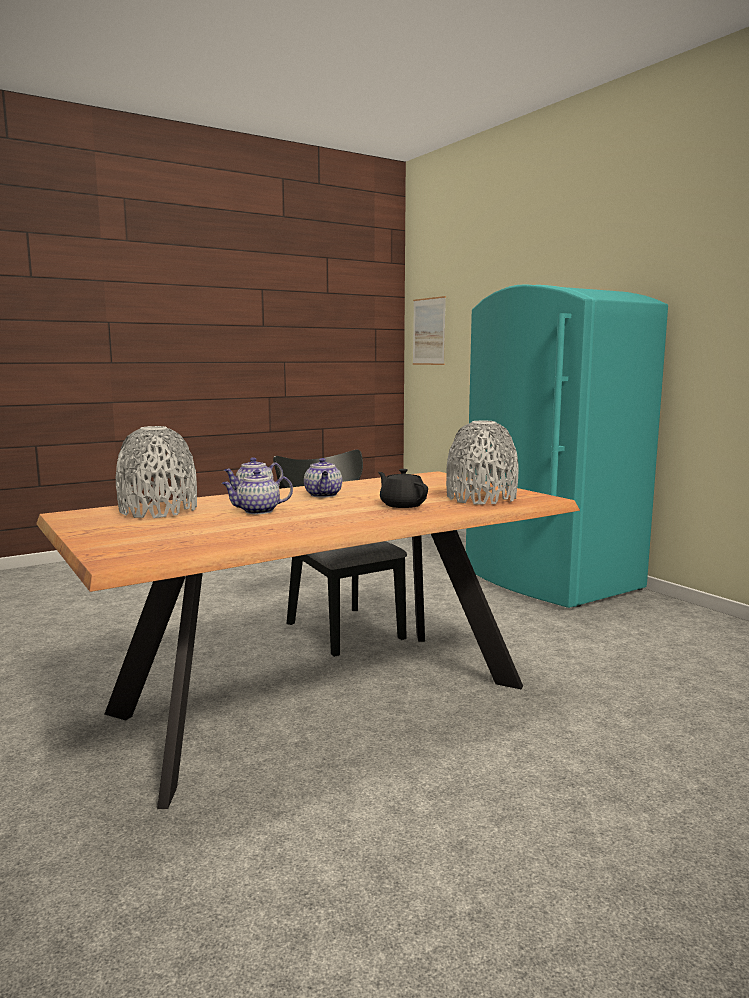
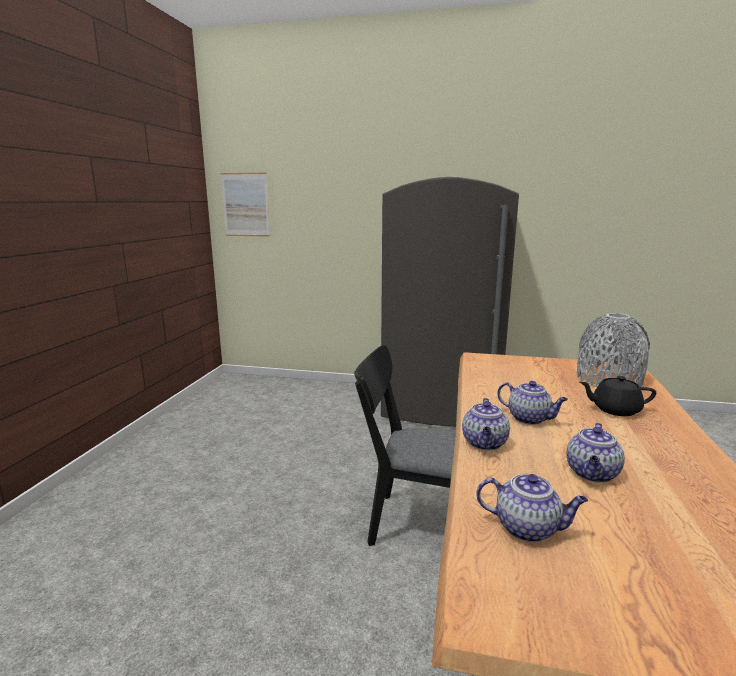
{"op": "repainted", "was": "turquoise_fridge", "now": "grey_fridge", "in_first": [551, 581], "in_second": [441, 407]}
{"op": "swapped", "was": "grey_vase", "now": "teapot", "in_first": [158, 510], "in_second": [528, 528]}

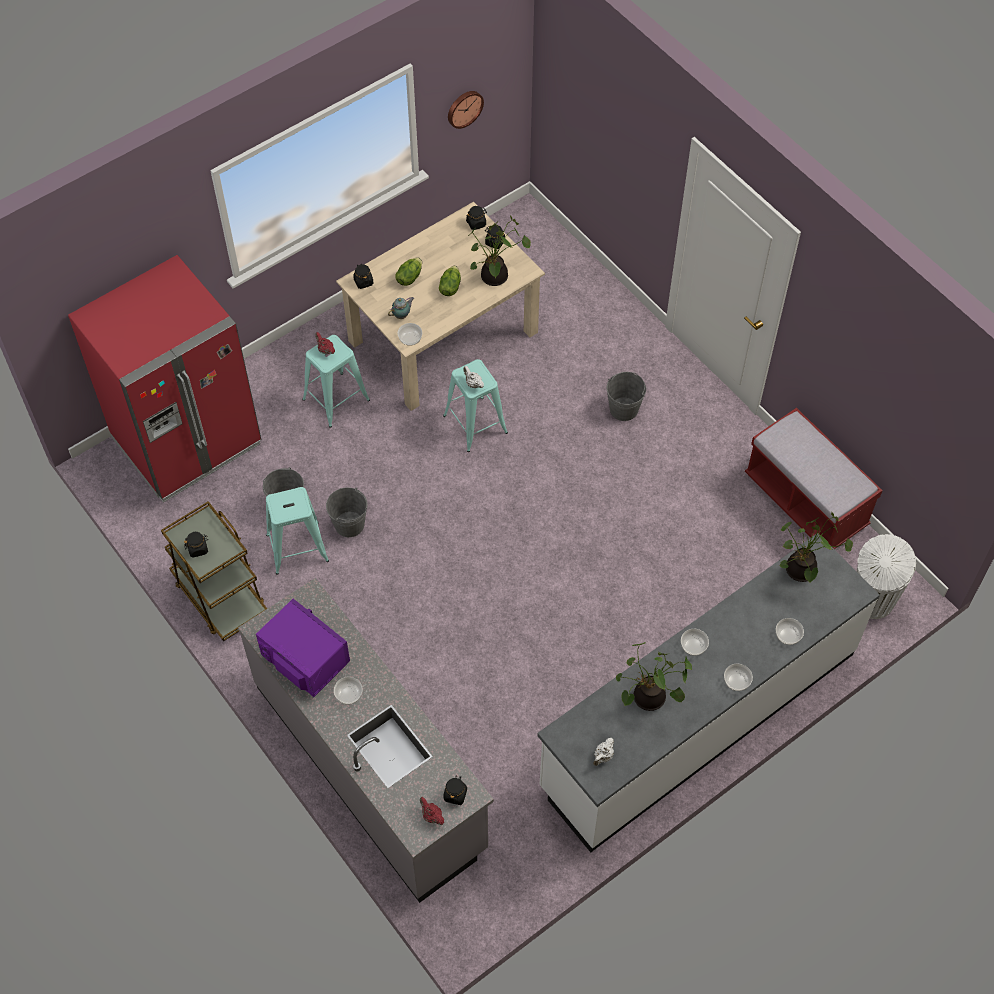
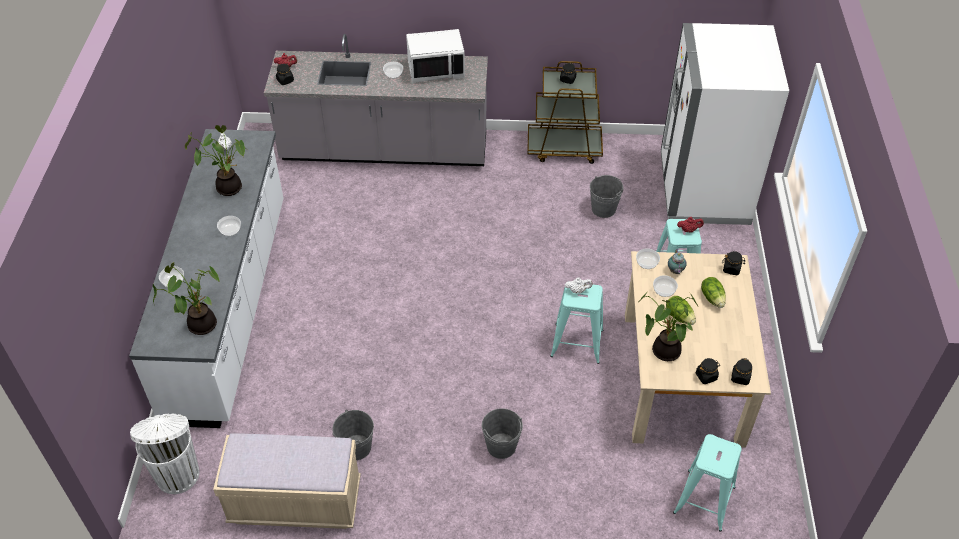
{"op": "gone", "was": "wall_clock", "in_first": [464, 108]}
{"op": "repainted", "was": "red_fridge", "now": "white_fridge", "in_first": [187, 442], "in_second": [703, 190]}
{"op": "repainted", "was": "red_bench", "now": "beige_bench", "in_first": [805, 501], "in_second": [295, 502]}
{"op": "shifted", "was": "turquoise_stool", "in_first": [297, 548], "in_second": [704, 500]}
{"op": "shifted", "was": "grey_bucket", "in_first": [349, 524], "in_second": [356, 447]}
{"op": "repainted", "was": "purple_microwave", "now": "white_microwave", "in_first": [304, 659], "in_second": [436, 69]}
{"op": "shifted", "was": "bowl", "in_first": [736, 681], "in_second": [664, 290]}

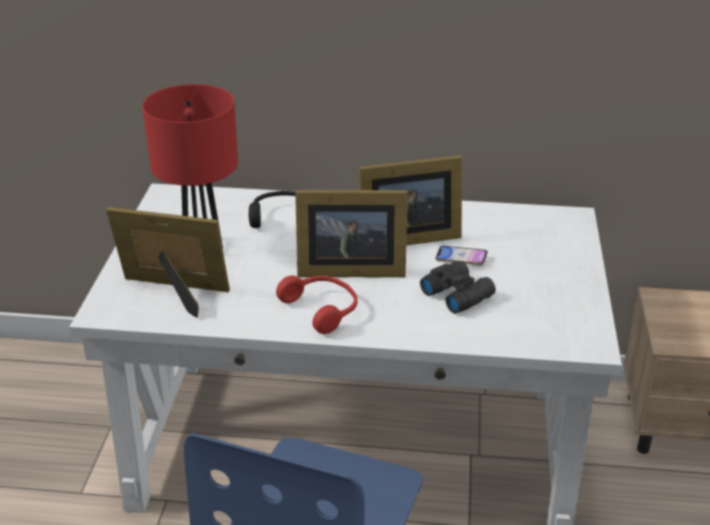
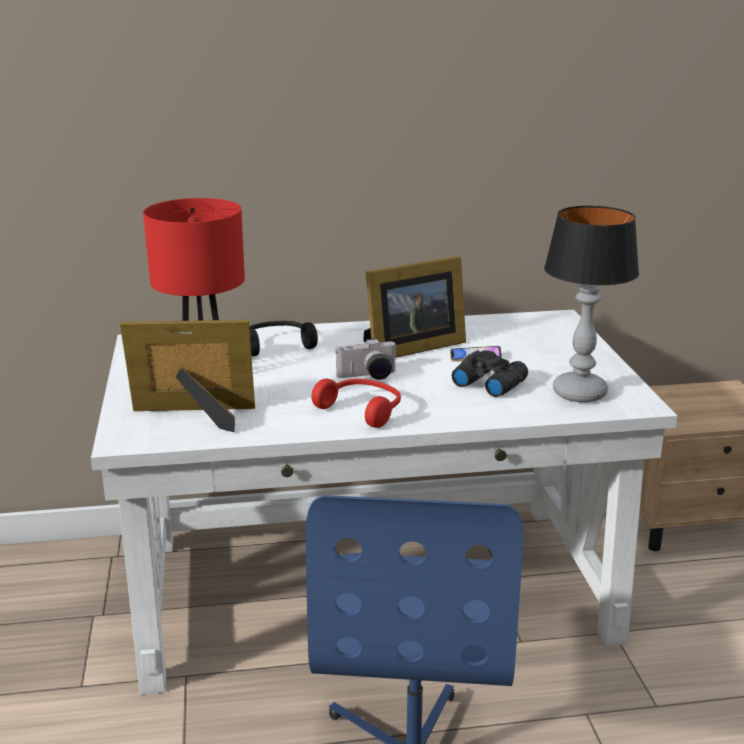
{"op": "swapped", "was": "picture_frame", "now": "photo_camera", "in_first": [347, 268], "in_second": [368, 376]}
{"op": "new", "now": "table_lamp", "in_second": [580, 392]}

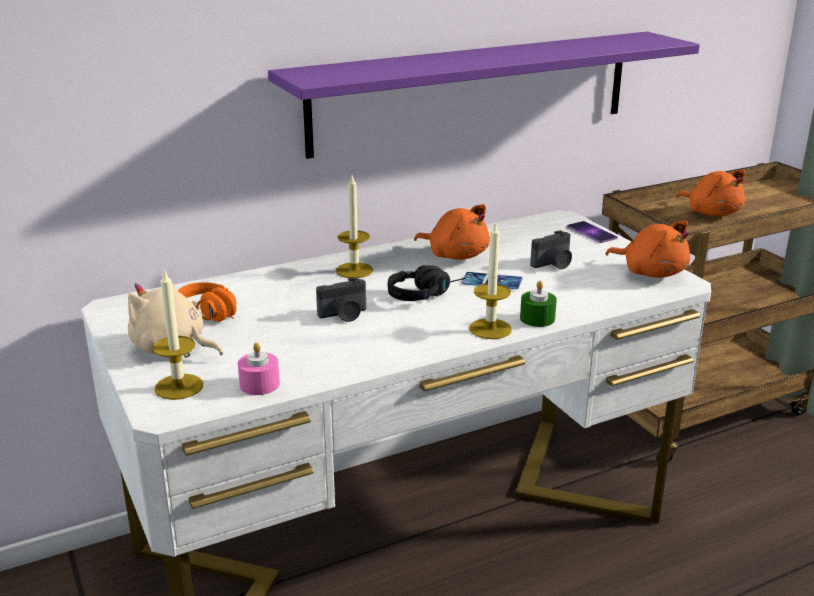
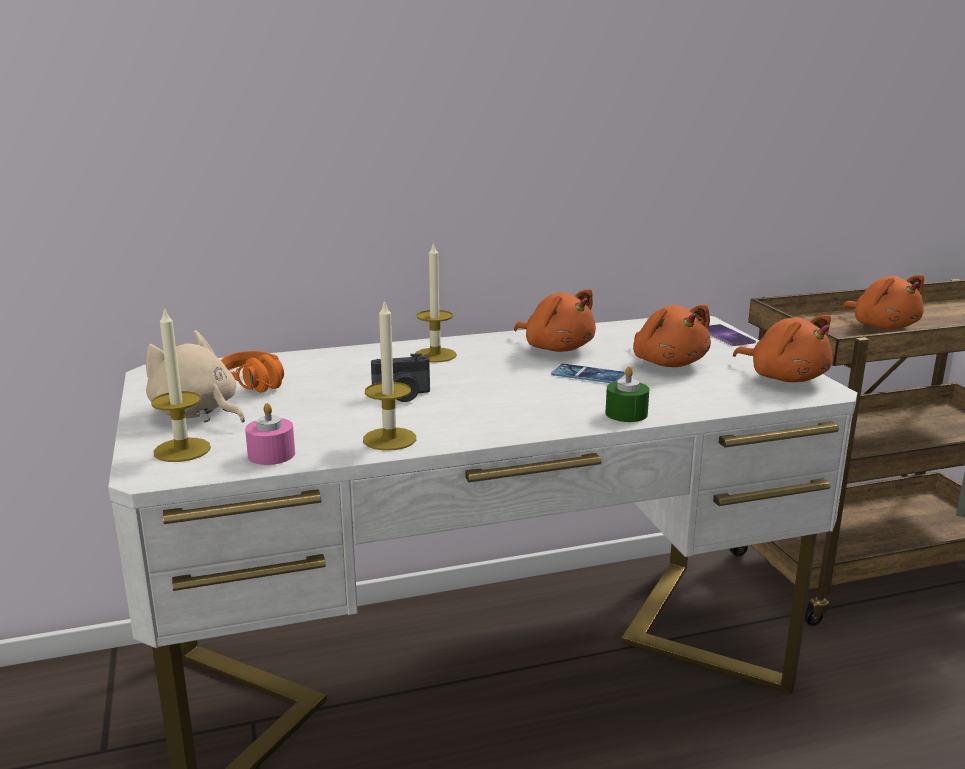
{"op": "gone", "was": "purple_shelf", "in_first": [474, 92]}
{"op": "shifted", "was": "candle", "in_first": [490, 329], "in_second": [389, 439]}
{"op": "swapped", "was": "photo_camera", "now": "orange_plush_toy", "in_first": [553, 264], "in_second": [668, 363]}
{"op": "gone", "was": "black_headphones", "in_first": [425, 294]}

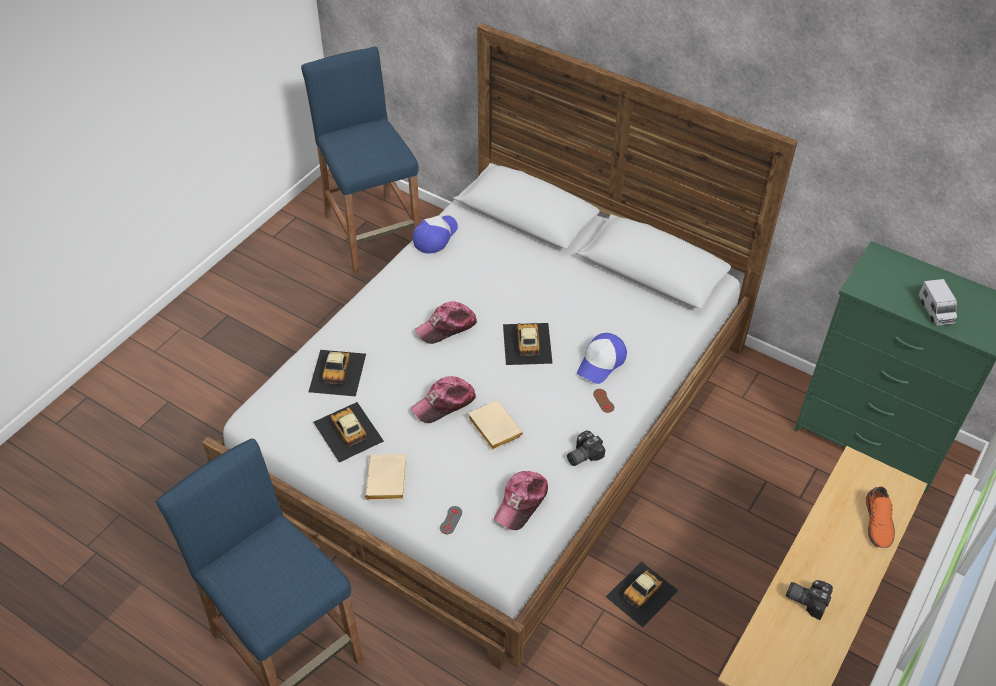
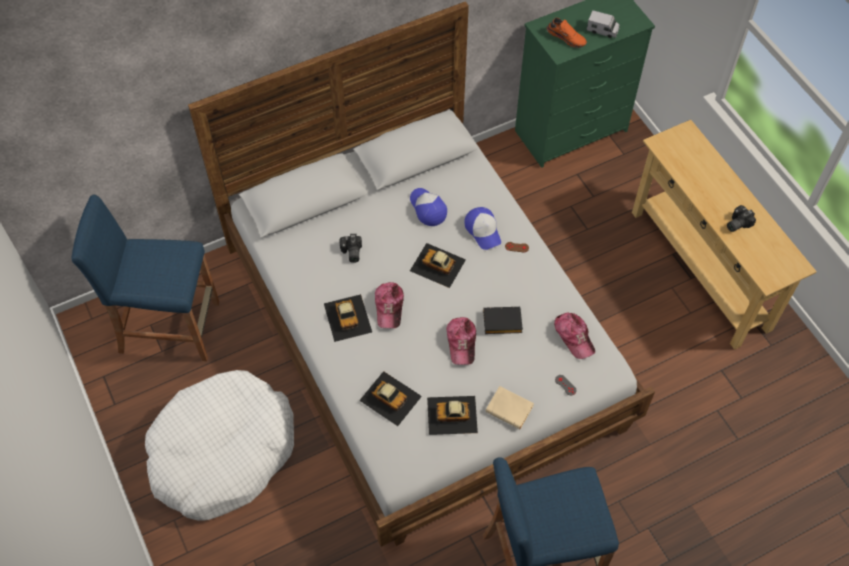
{"op": "shifted", "was": "cap", "in_first": [435, 236], "in_second": [427, 209]}
{"op": "repainted", "was": "beige_book", "now": "black_book", "in_first": [492, 428], "in_second": [501, 323]}
{"op": "shifted", "was": "photo_camera", "in_first": [582, 454], "in_second": [351, 252]}
{"op": "shifted", "was": "orange_shoe", "in_first": [879, 522], "in_second": [566, 37]}
{"op": "shifted", "was": "toy_car", "in_first": [642, 593], "in_second": [348, 317]}
{"op": "new", "now": "white_dog_bed", "in_second": [222, 452]}

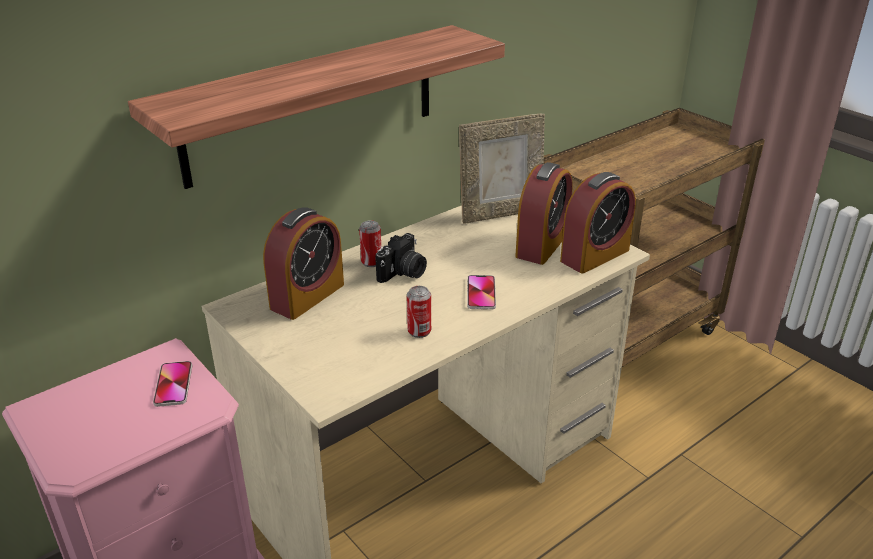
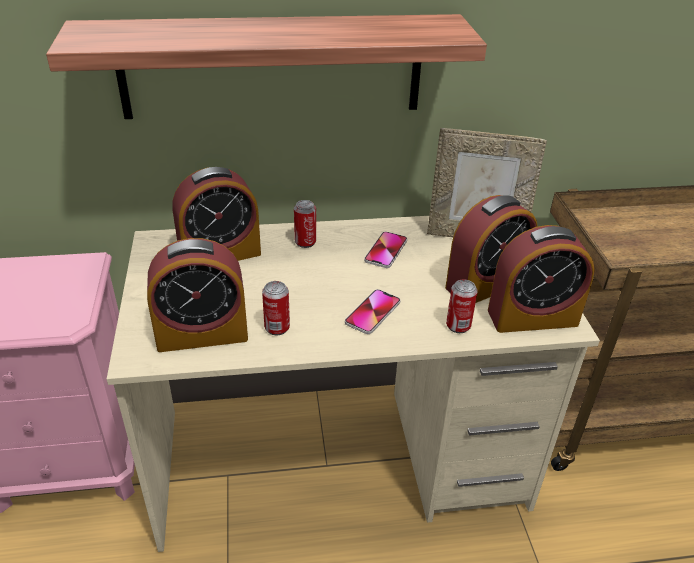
{"op": "gone", "was": "photo_camera", "in_first": [403, 273]}
{"op": "shifted", "was": "phone", "in_first": [173, 385], "in_second": [386, 251]}
{"op": "new", "now": "alarm_clock", "in_second": [202, 334]}
{"op": "new", "now": "can", "in_second": [458, 326]}

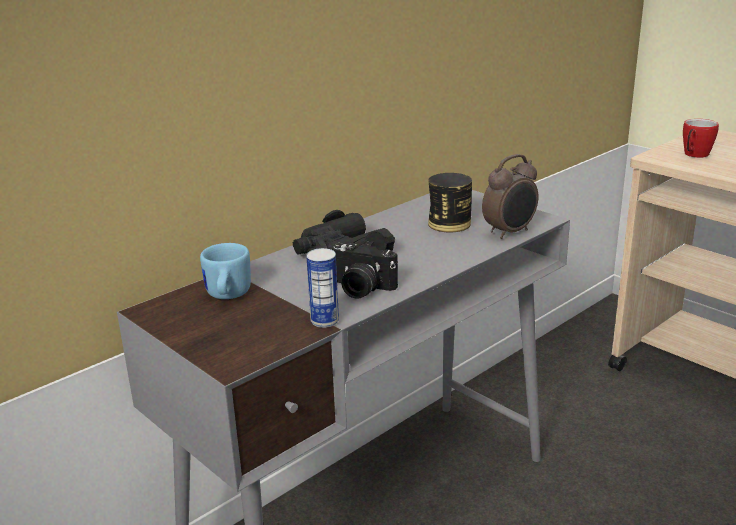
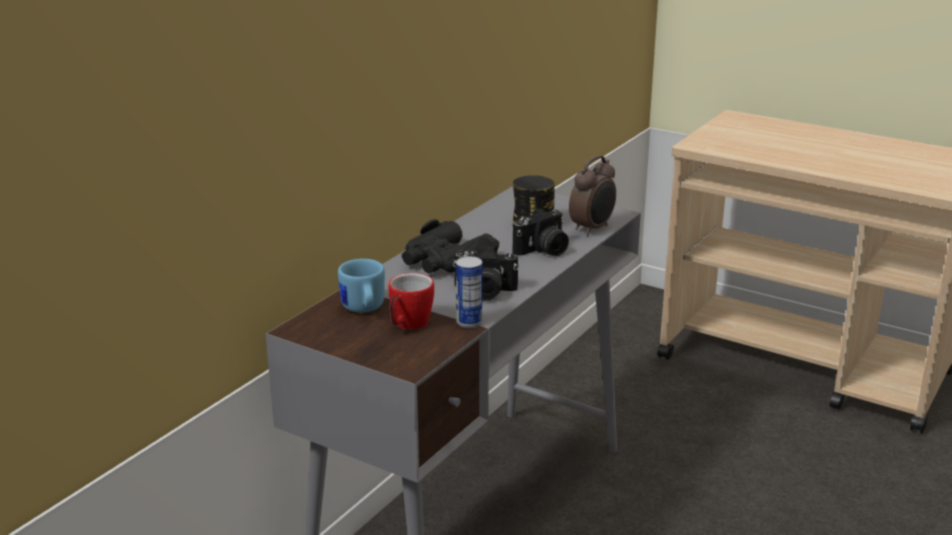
{"op": "shifted", "was": "mug", "in_first": [694, 155], "in_second": [408, 325]}
{"op": "new", "now": "photo_camera", "in_second": [543, 251]}

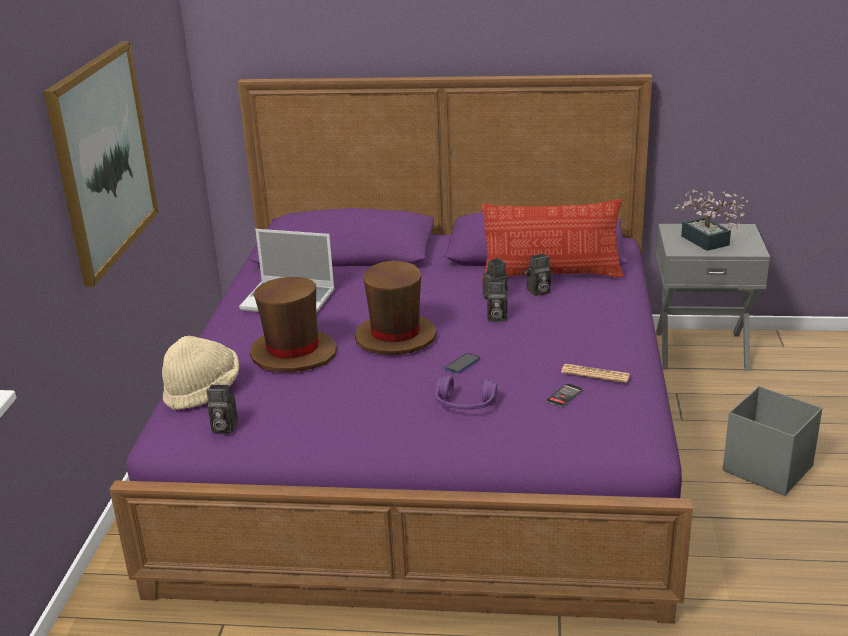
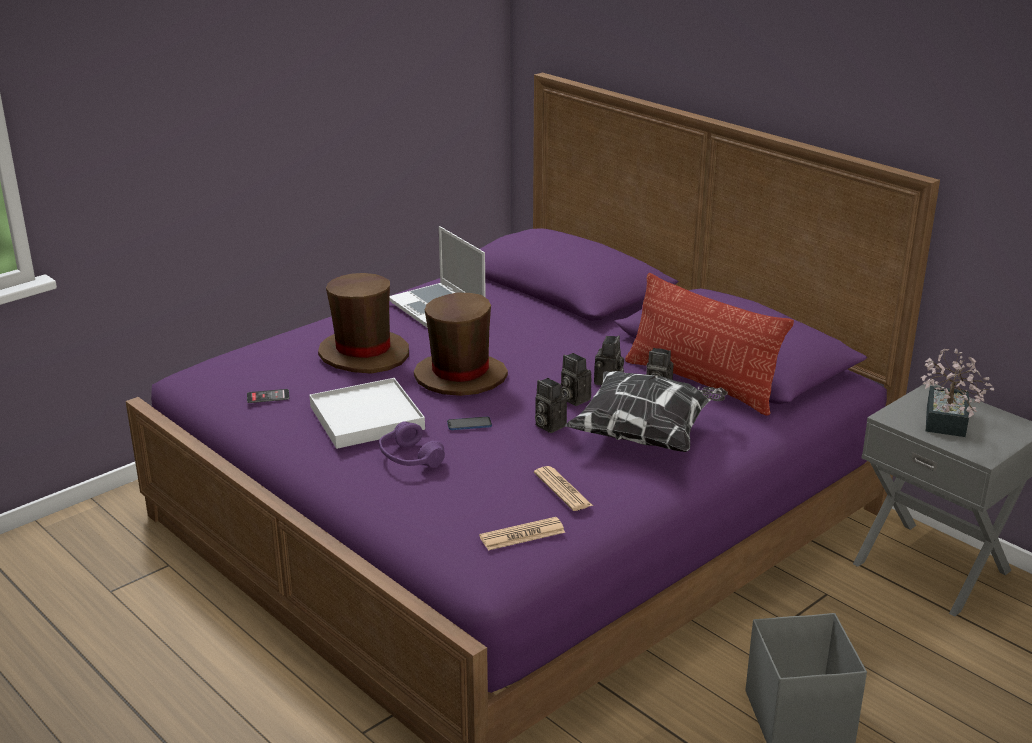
{"op": "gone", "was": "picture", "in_first": [103, 159]}
{"op": "gone", "was": "beige_hat", "in_first": [203, 391]}
{"op": "shifted", "was": "phone", "in_first": [564, 395], "in_second": [268, 396]}
{"op": "shifted", "was": "photo_camera", "in_first": [223, 427], "in_second": [548, 425]}
{"op": "new", "now": "pillow", "in_second": [647, 435]}
{"op": "new", "now": "white_tray", "in_second": [366, 418]}
{"op": "new", "now": "newspaper", "in_second": [522, 535]}

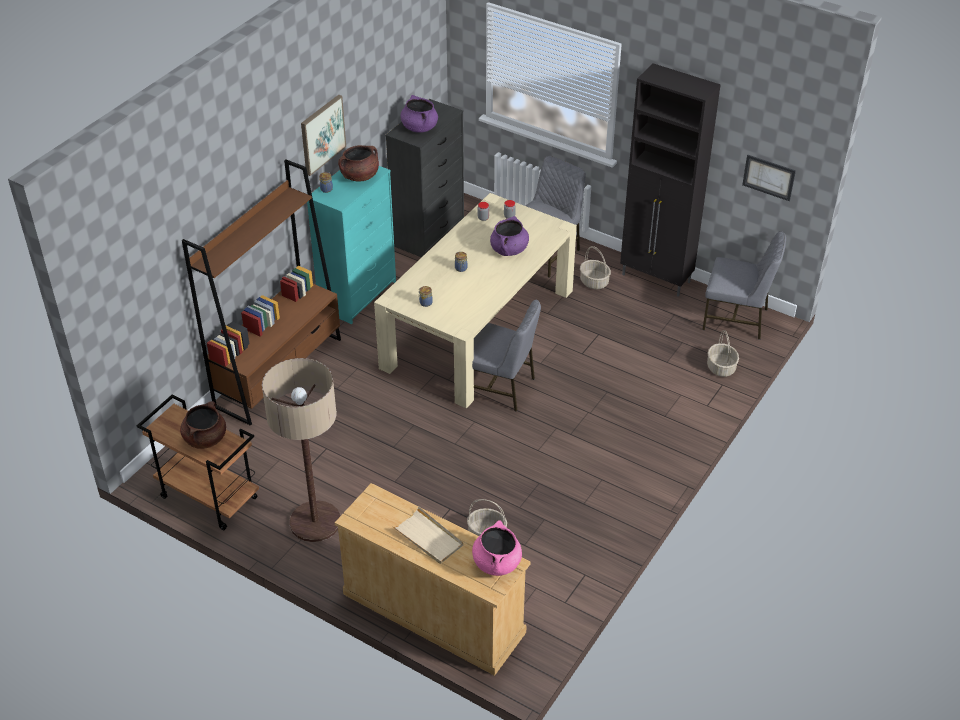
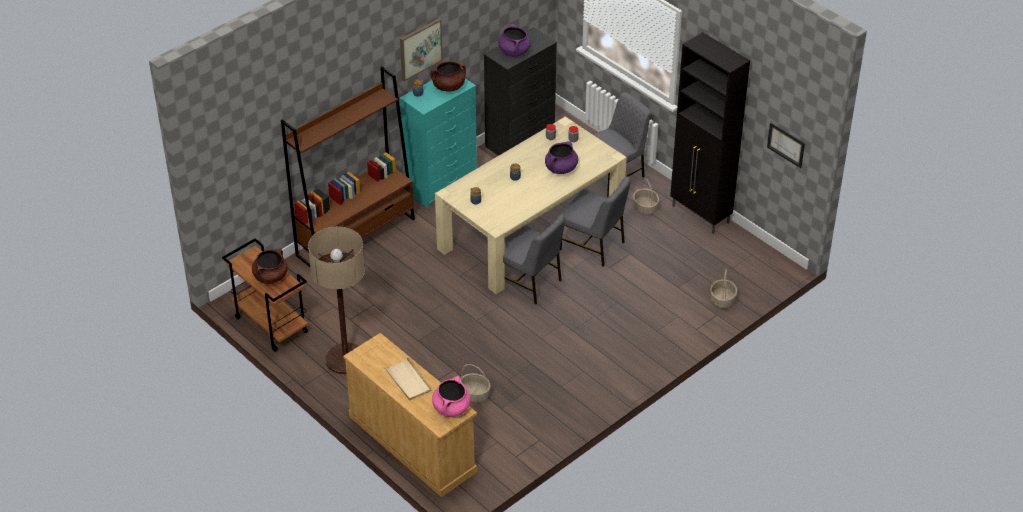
{"op": "shifted", "was": "grey_chair", "in_first": [736, 319], "in_second": [593, 245]}

